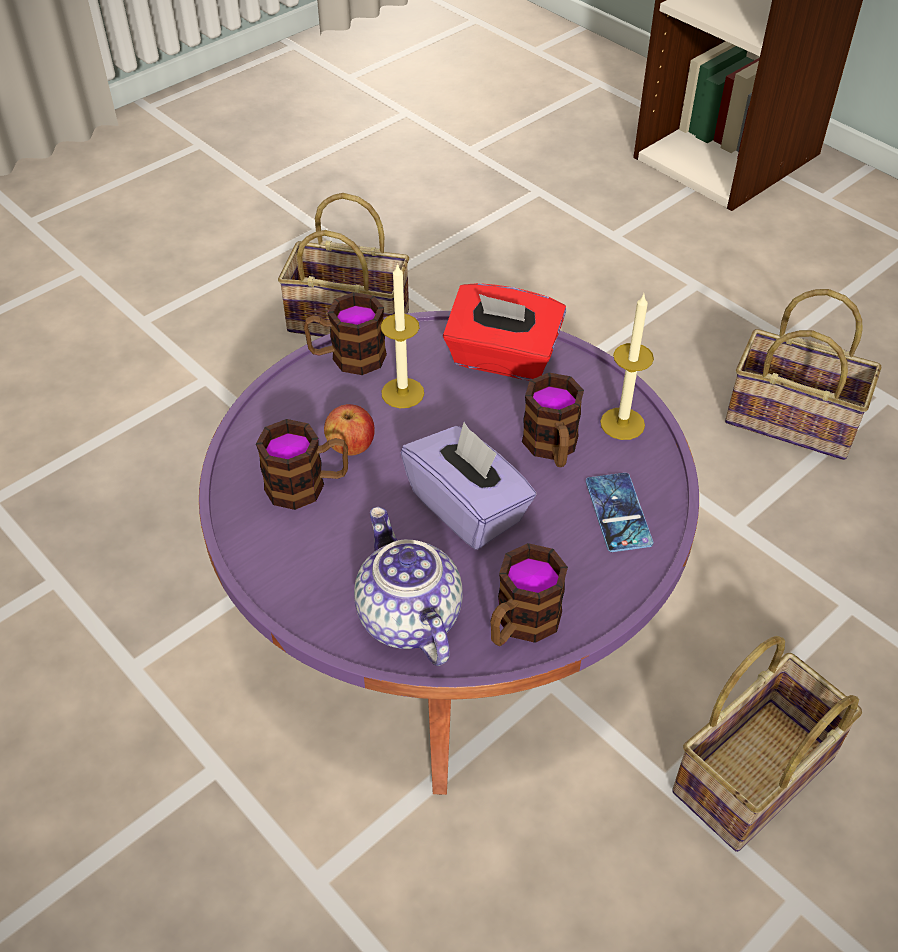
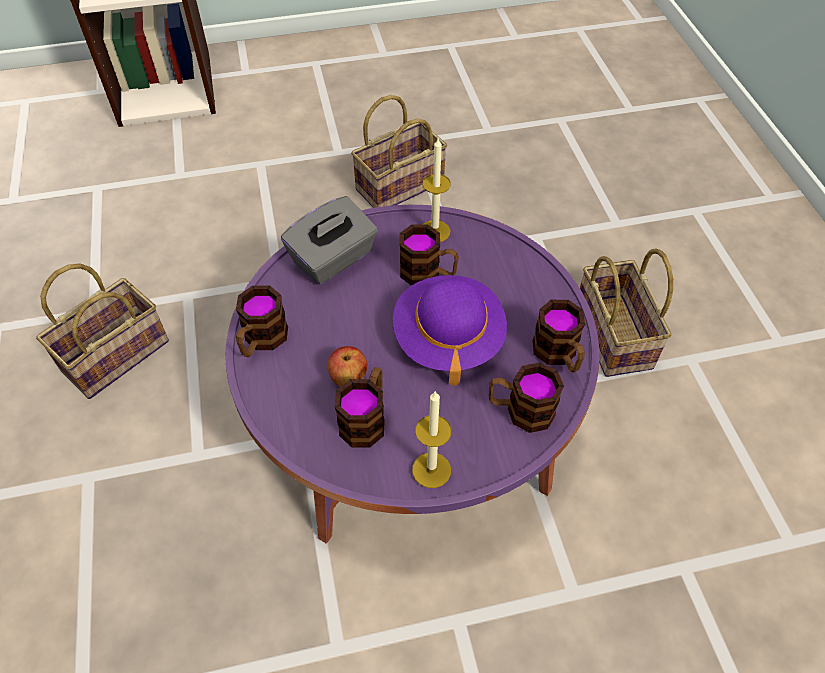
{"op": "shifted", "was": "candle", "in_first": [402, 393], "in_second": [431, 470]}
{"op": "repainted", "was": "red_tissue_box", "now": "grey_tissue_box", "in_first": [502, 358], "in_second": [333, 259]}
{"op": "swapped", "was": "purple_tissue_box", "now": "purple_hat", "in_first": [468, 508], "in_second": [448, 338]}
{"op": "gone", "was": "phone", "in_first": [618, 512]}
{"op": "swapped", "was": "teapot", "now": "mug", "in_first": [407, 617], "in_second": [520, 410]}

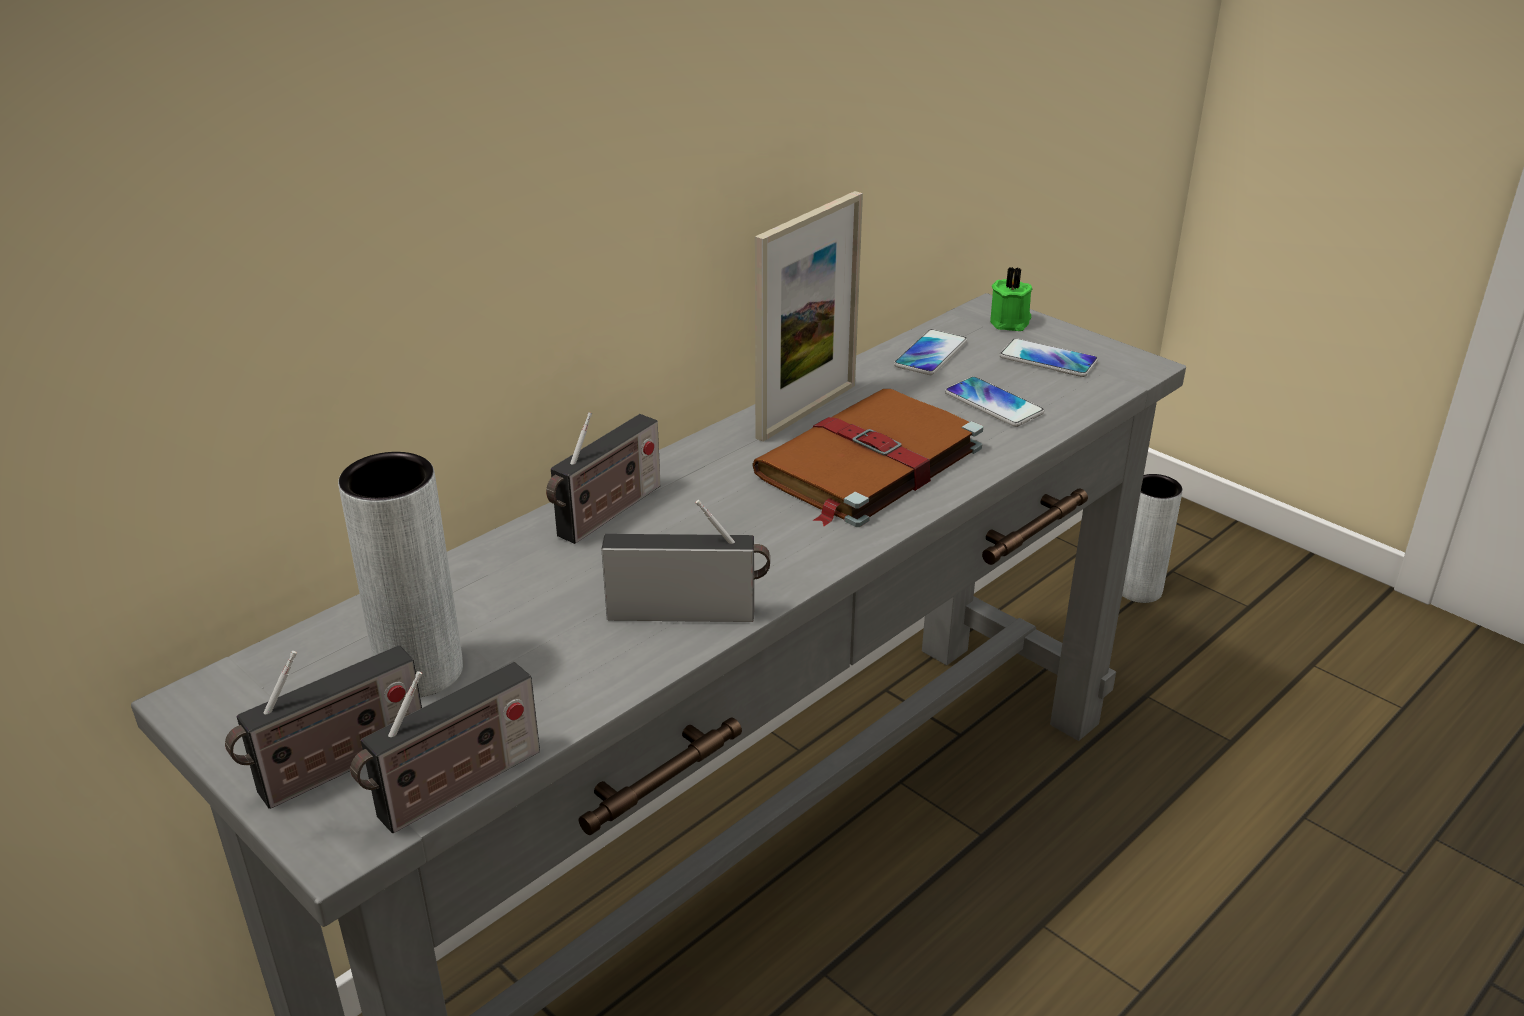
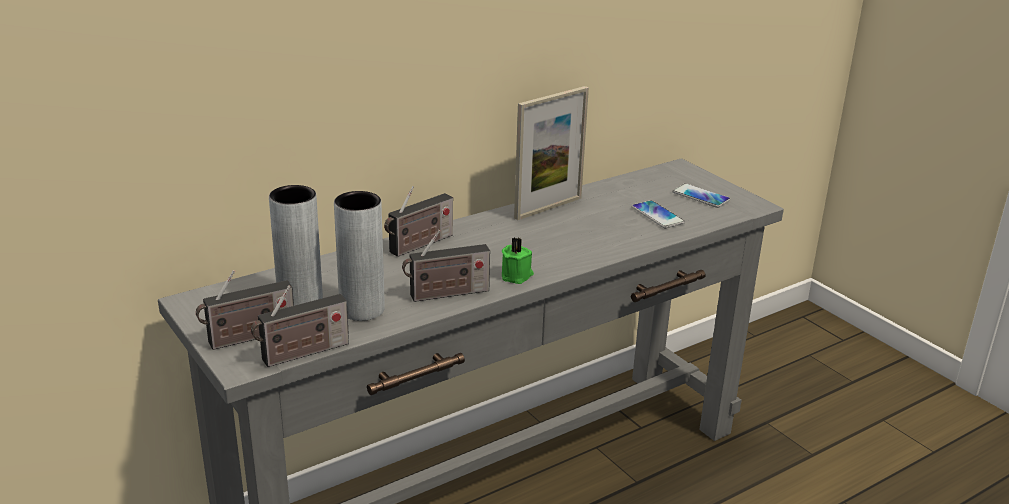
{"op": "shifted", "was": "green_candle", "in_first": [1011, 322], "in_second": [517, 276]}
{"op": "gone", "was": "phone", "in_first": [930, 354]}
{"op": "gone", "was": "brown_book", "in_first": [867, 463]}
{"op": "shifted", "was": "grey_vase", "in_first": [1139, 590], "in_second": [362, 309]}
{"op": "rotated", "was": "radio", "in_first": [689, 612], "in_second": [446, 294], "clockwise": 150}

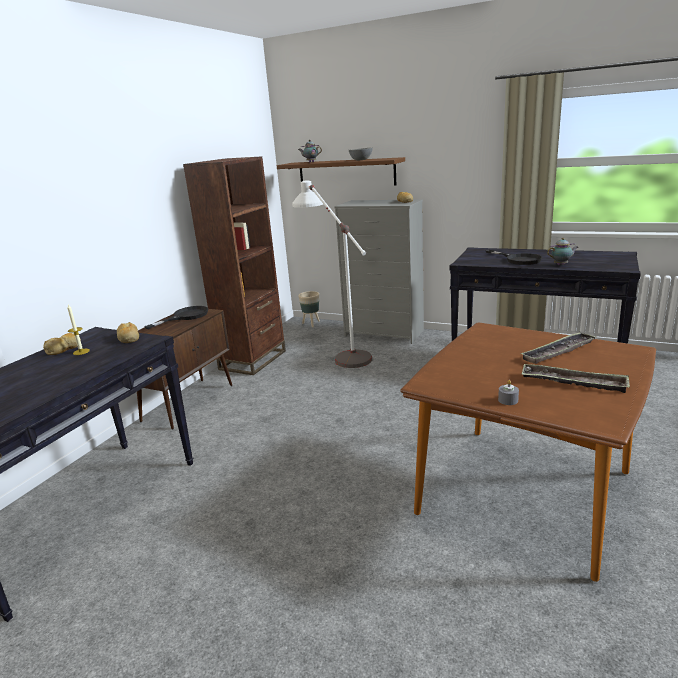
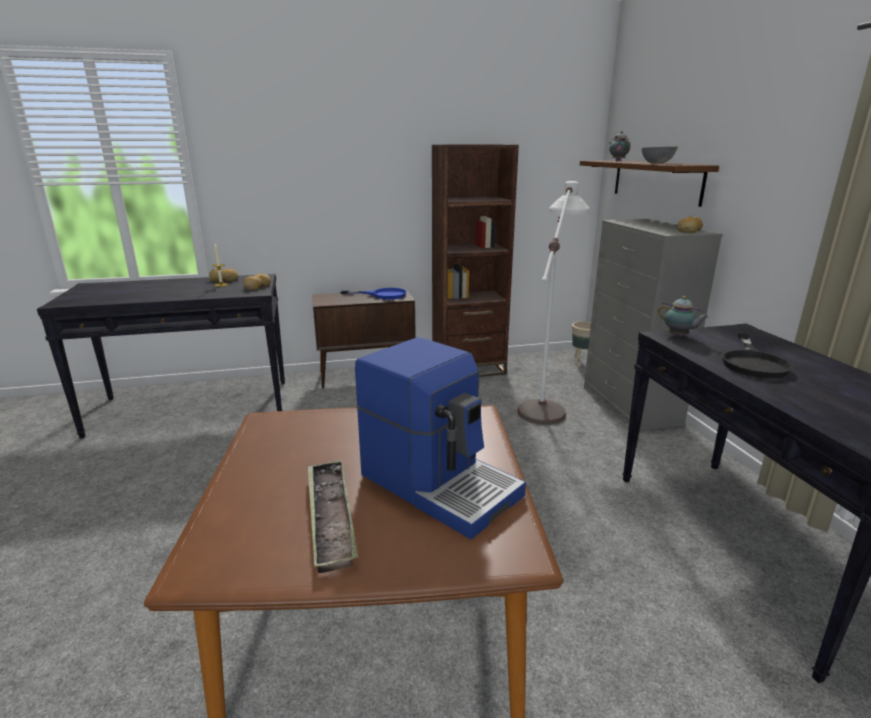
{"op": "shifted", "was": "teapot", "in_first": [561, 264], "in_second": [678, 336]}
{"op": "repainted", "was": "black_frying_pan", "now": "blue_frying_pan", "in_first": [185, 316], "in_second": [383, 295]}
{"op": "swapped", "was": "tray", "now": "coffee_machine", "in_first": [558, 352], "in_second": [440, 483]}
{"op": "gone", "was": "grey_candle", "in_first": [508, 400]}

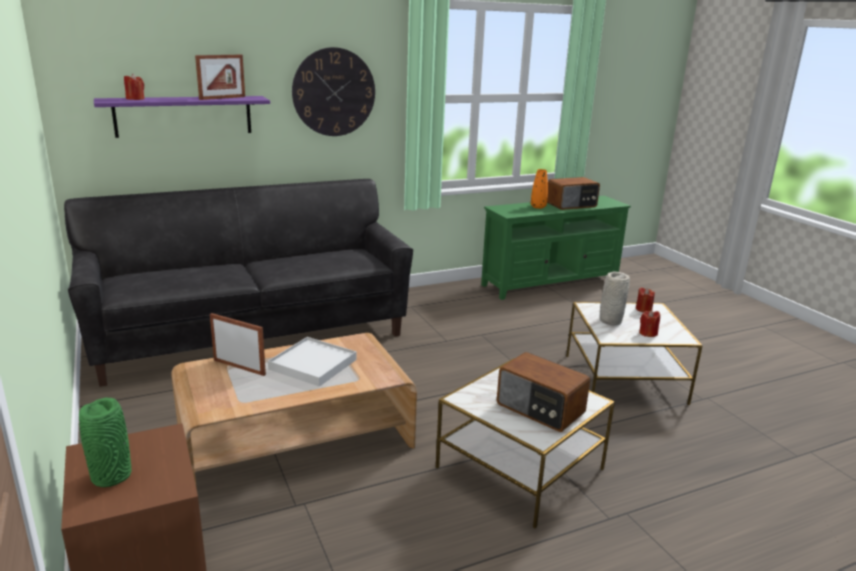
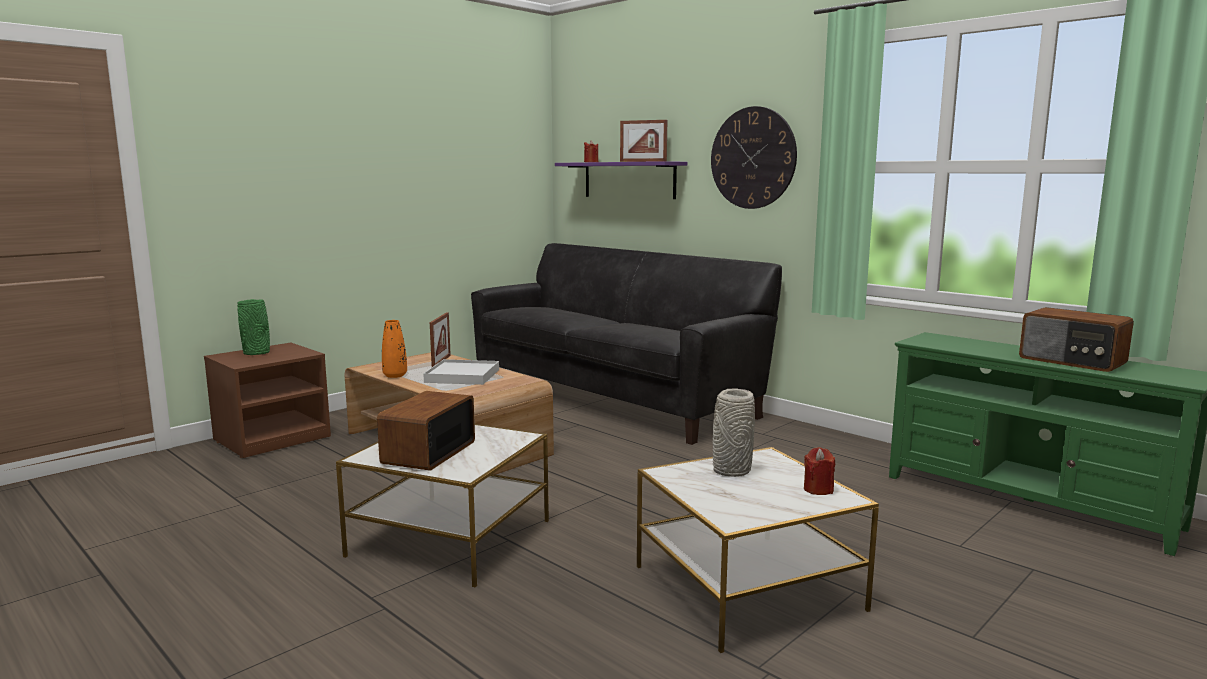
{"op": "shifted", "was": "orange_vase", "in_first": [538, 207], "in_second": [395, 375]}
{"op": "gone", "was": "red_candle", "in_first": [648, 333]}

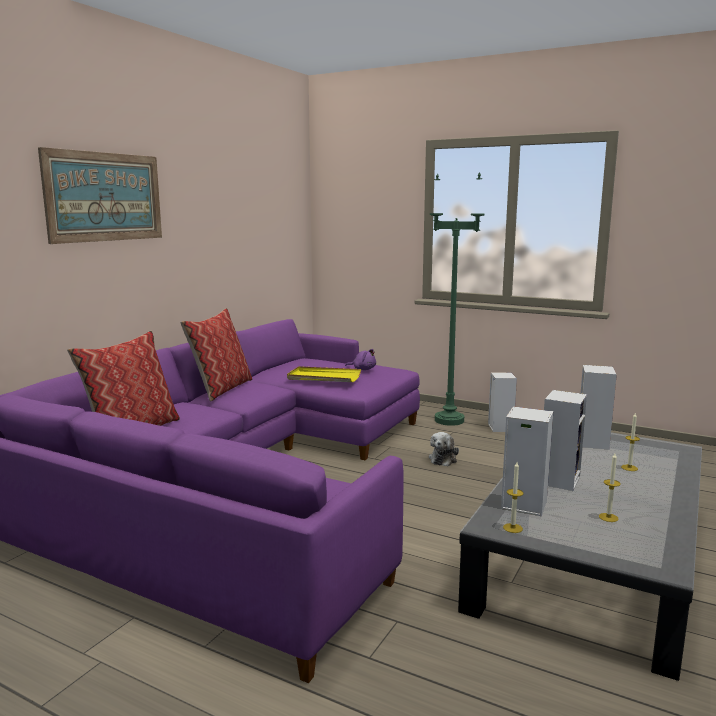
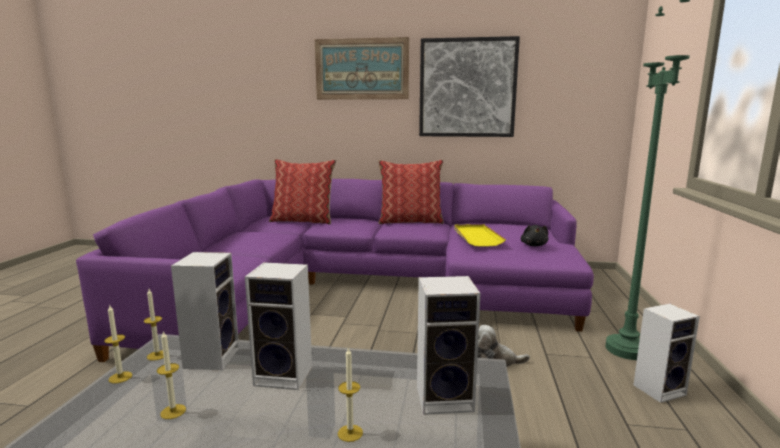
{"op": "repainted", "was": "purple_plush_toy", "now": "black_plush_toy", "in_first": [363, 369], "in_second": [534, 245]}
{"op": "new", "now": "picture", "in_second": [467, 88]}
{"op": "new", "now": "candle", "in_second": [120, 377]}

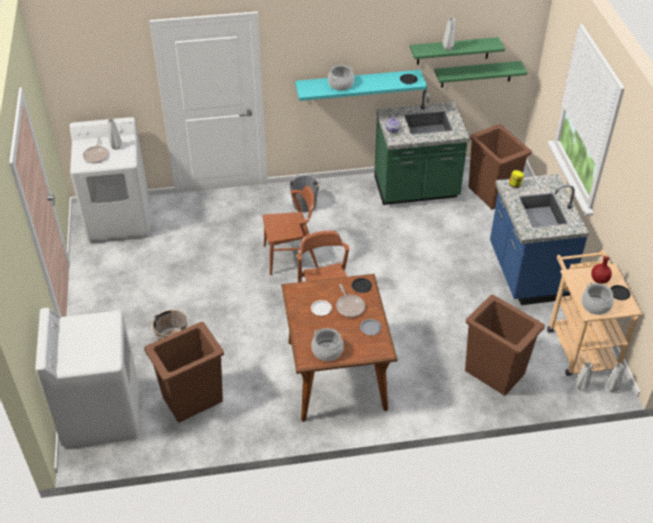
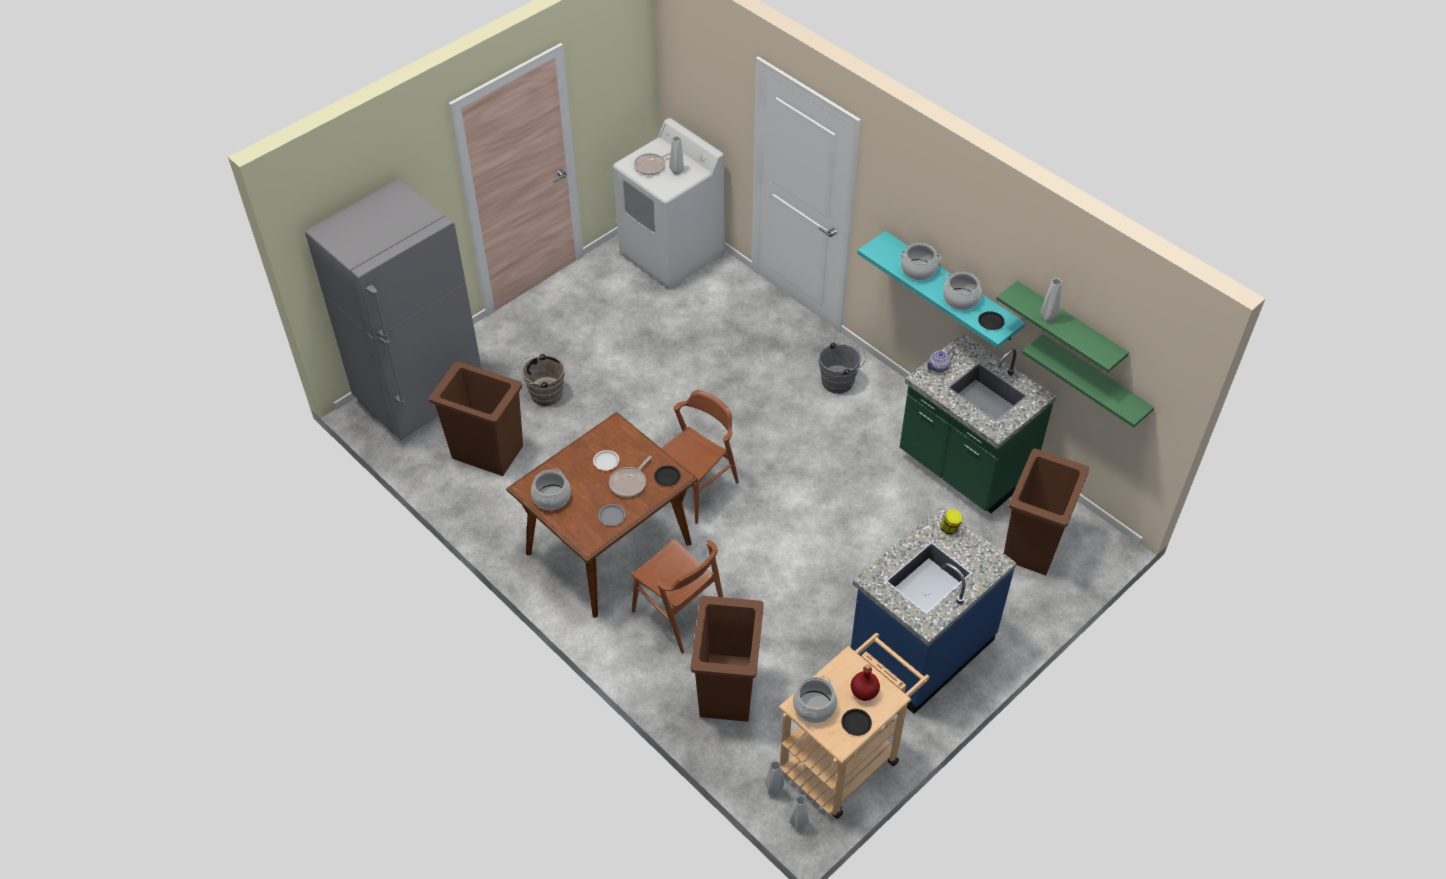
{"op": "shifted", "was": "brown_chair", "in_first": [291, 256], "in_second": [679, 613]}
{"op": "swapped", "was": "white_washing_machine", "now": "grey_fridge", "in_first": [101, 413], "in_second": [421, 397]}
{"op": "new", "now": "cooking_pot", "in_second": [961, 299]}

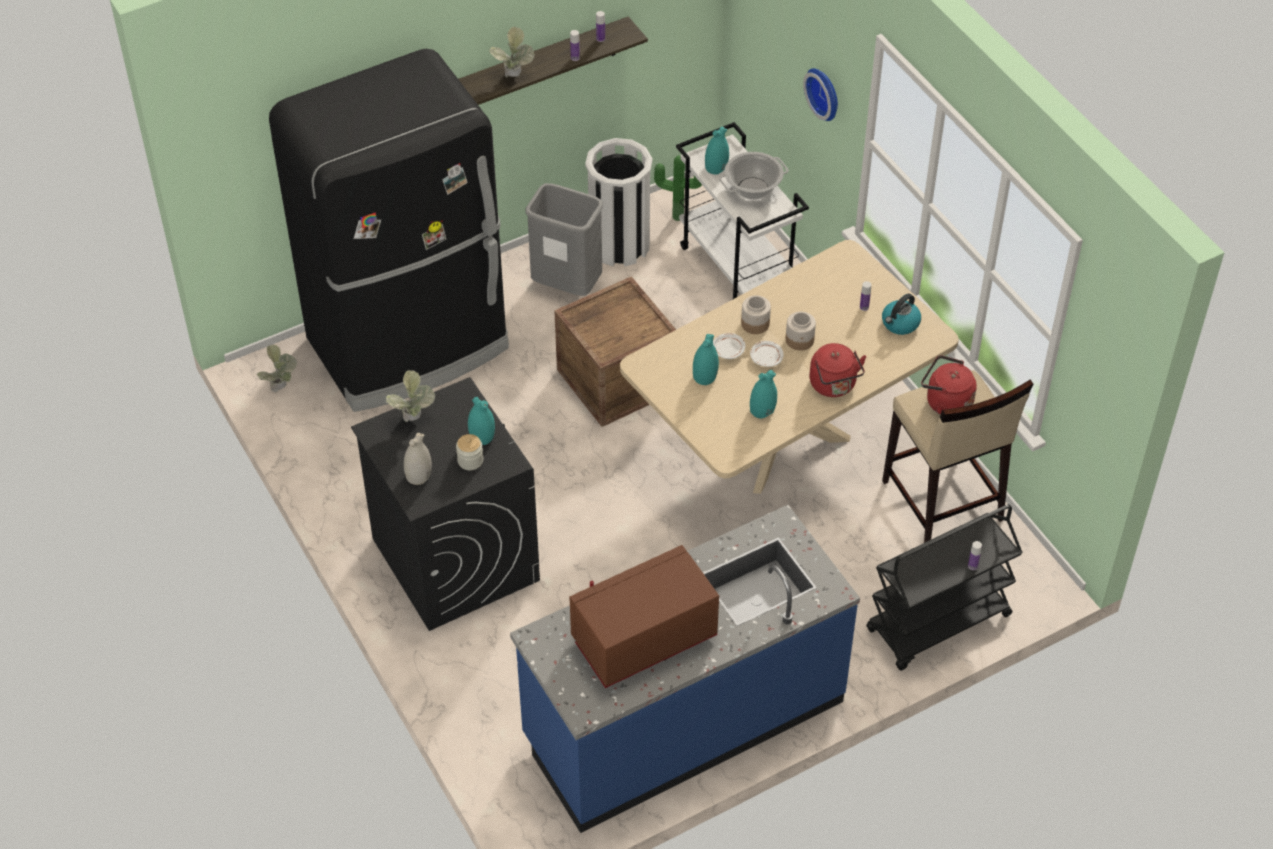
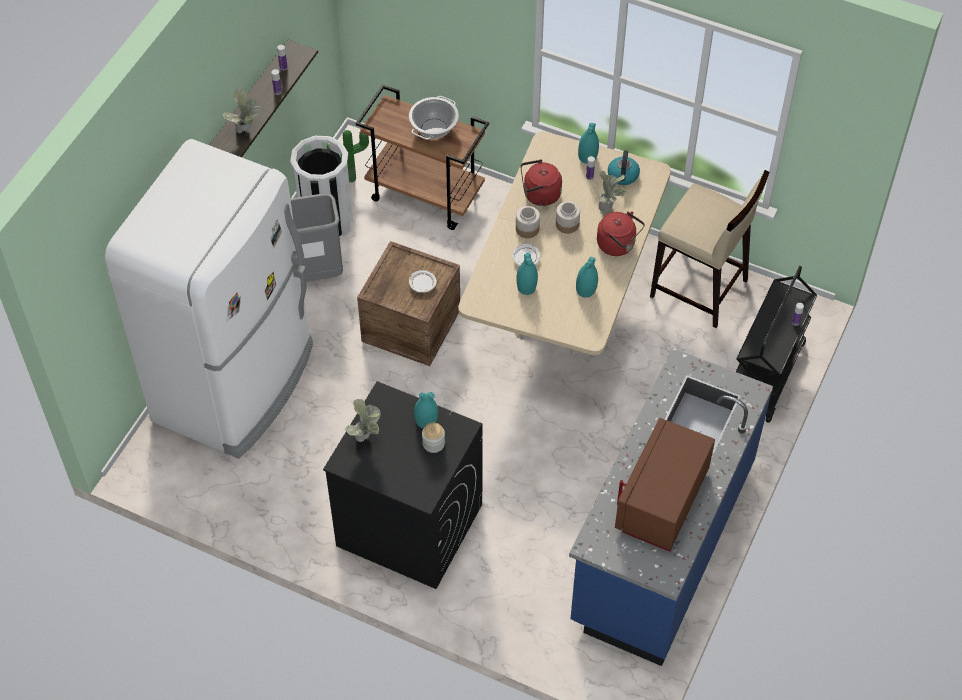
{"op": "repainted", "was": "black_fridge", "now": "white_fridge", "in_first": [410, 345], "in_second": [236, 383]}
{"op": "gone", "was": "wall_clock", "in_first": [825, 93]}
{"op": "repainted", "was": "white_cart", "now": "brown_cart", "in_first": [738, 269], "in_second": [426, 195]}
{"op": "shifted", "was": "turquoise_vase", "in_first": [716, 167], "in_second": [587, 157]}
{"op": "shifted", "was": "white_plate", "in_first": [766, 358], "in_second": [422, 284]}
{"op": "shifted", "was": "potted_plant", "in_first": [282, 389], "in_second": [609, 206]}
{"op": "shifted", "was": "red_kettle", "in_first": [945, 402], "in_second": [539, 195]}
{"op": "gone", "was": "white_vase", "in_first": [419, 475]}

